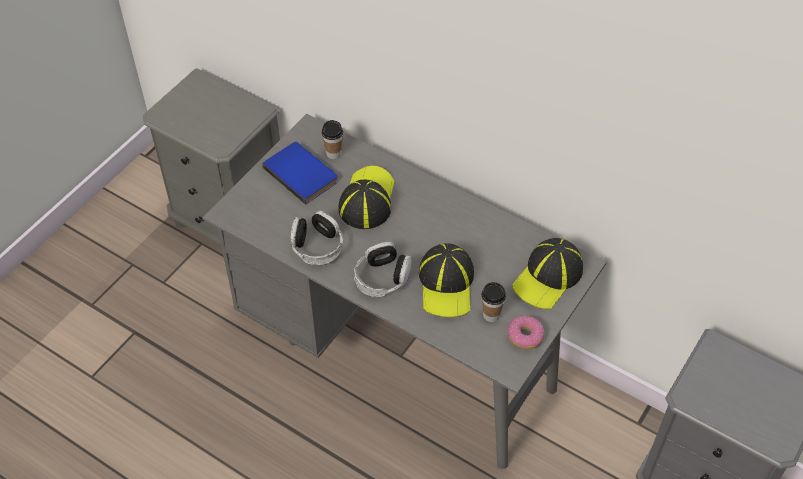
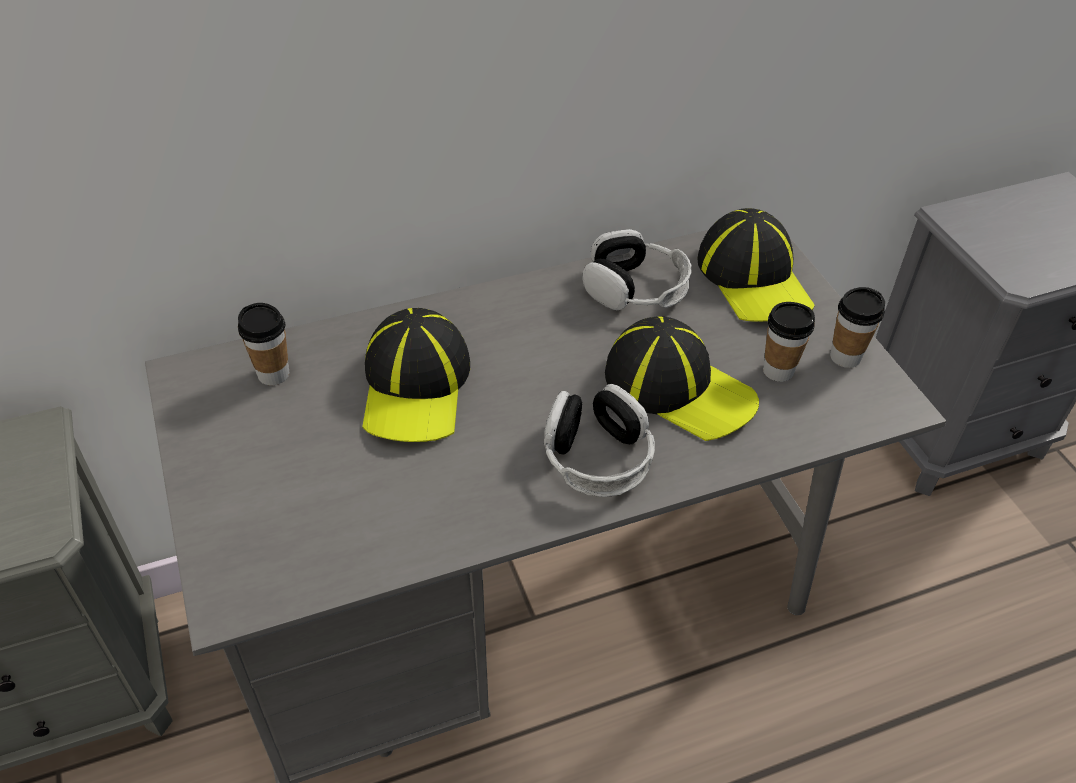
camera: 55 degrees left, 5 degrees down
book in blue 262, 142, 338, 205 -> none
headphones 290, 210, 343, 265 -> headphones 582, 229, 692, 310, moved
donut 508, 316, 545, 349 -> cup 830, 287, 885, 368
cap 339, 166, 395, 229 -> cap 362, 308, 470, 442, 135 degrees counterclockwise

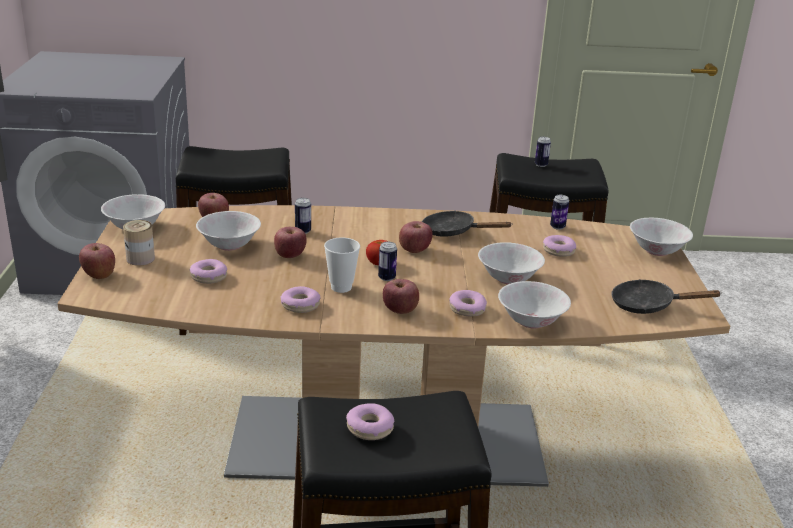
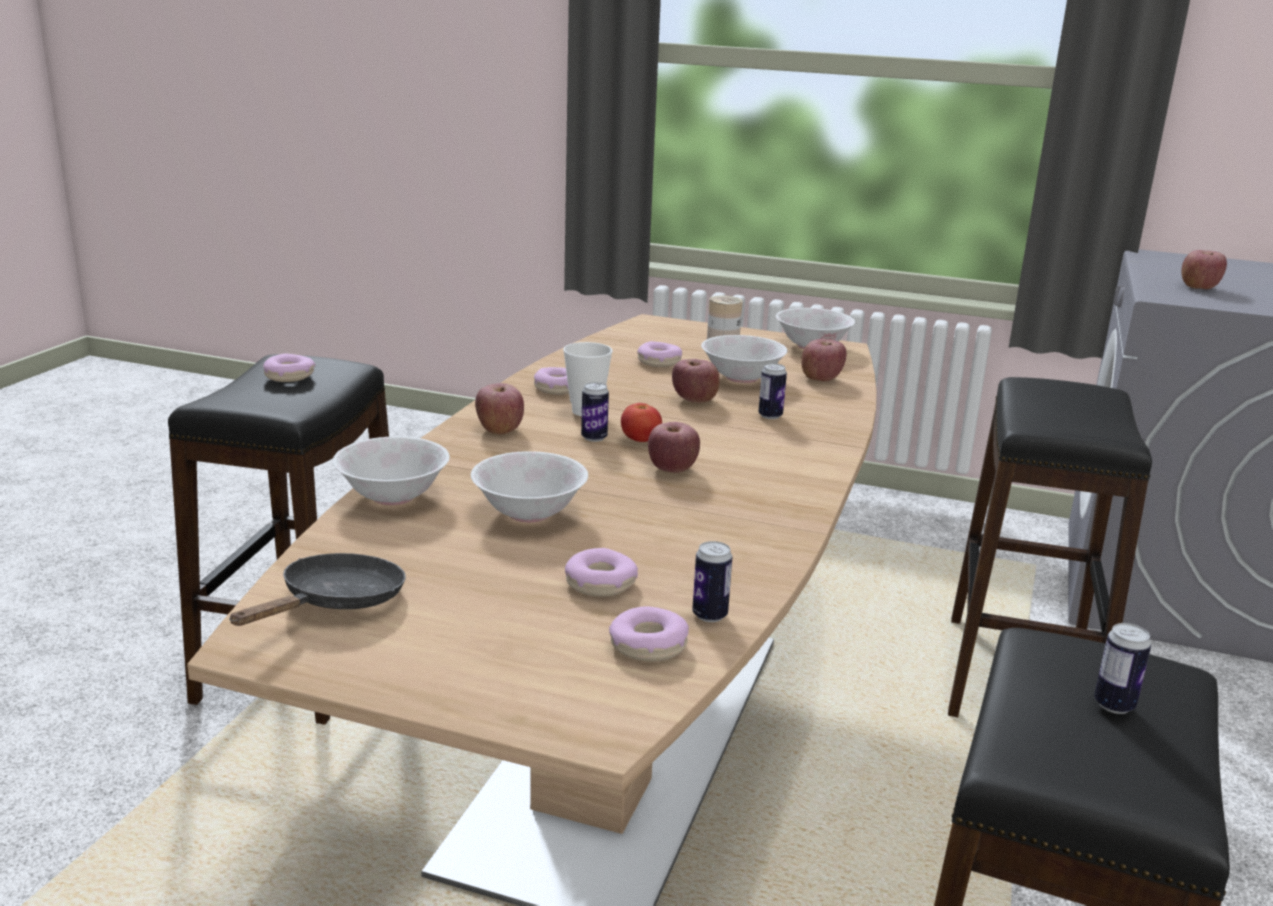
camera: 110 degrees right, 5 degrees down
frying pan in black 422, 211, 512, 237 -> none
bowl in white 630, 218, 693, 256 -> none
apple 79, 243, 115, 279 -> apple 1181, 250, 1227, 289, moved
donut 449, 290, 487, 317 -> donut 609, 606, 689, 662, moved

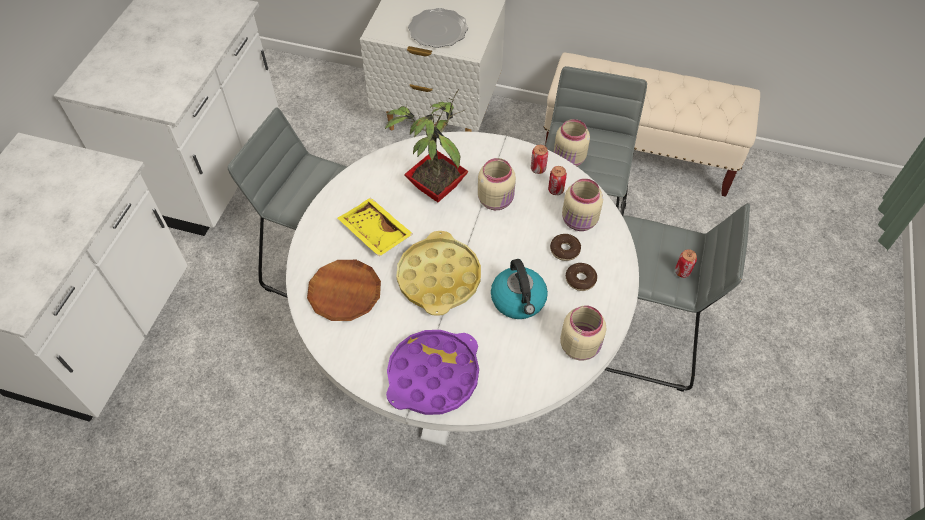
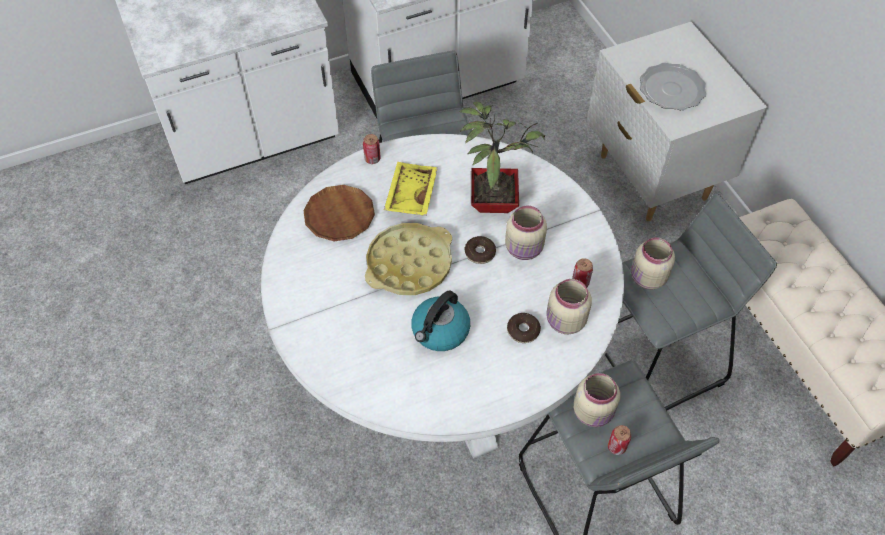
camera: 50 degrees right, 0 degrees up
tray in purple 386, 330, 479, 415 -> none
can 531, 145, 548, 174 -> can 363, 134, 381, 164, moved
jar in beige 560, 305, 606, 360 -> jar in beige 574, 373, 620, 427, moved
donut 566, 263, 597, 291 -> donut 465, 236, 496, 264, moved

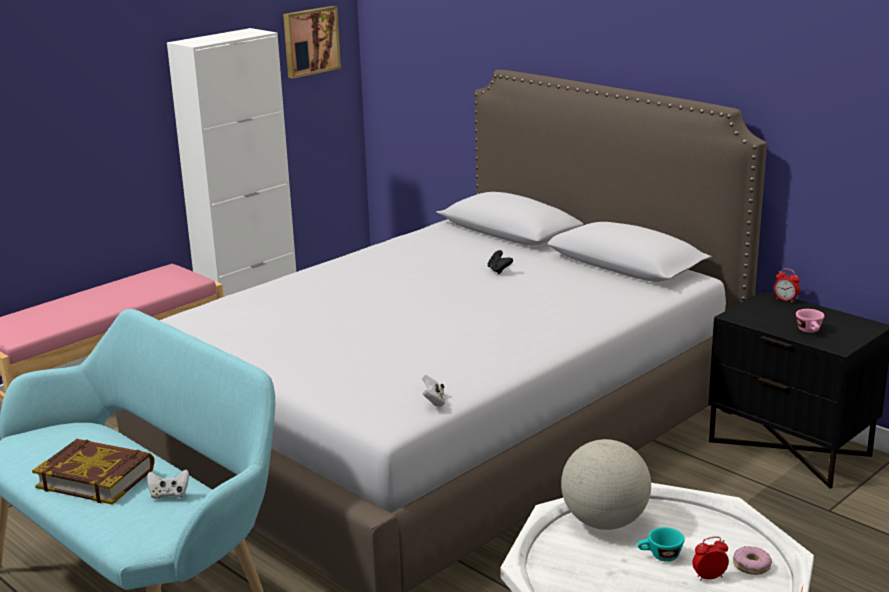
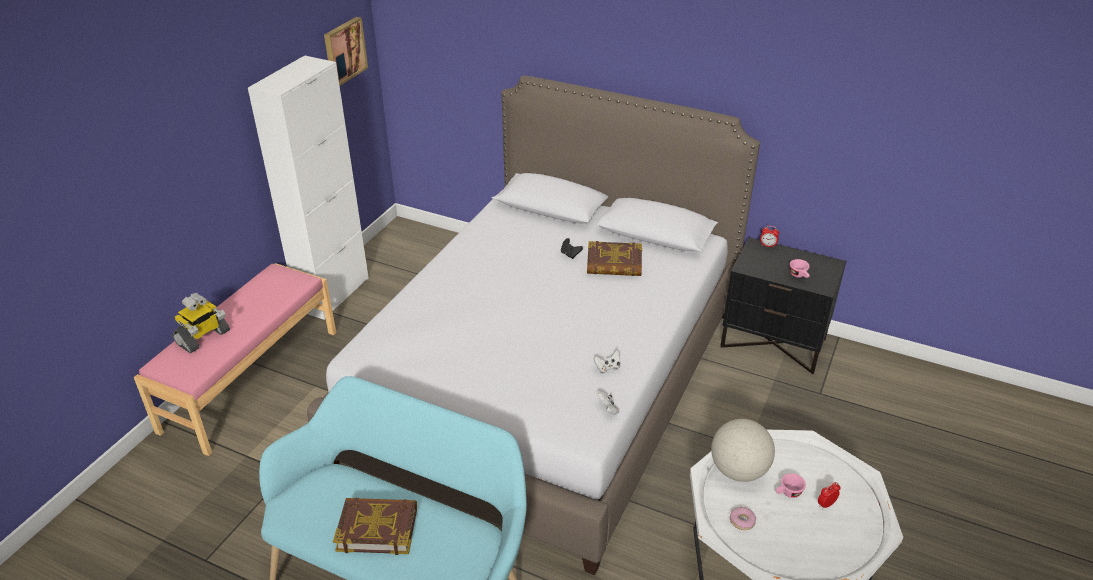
camera: 20 degrees left, 15 degrees up
none -> toy robot 173, 293, 230, 353
none -> book 587, 241, 642, 276
game controller in white 147, 469, 189, 499 -> game controller in white 593, 350, 620, 373, moved
donut 733, 546, 772, 575 -> donut 730, 507, 756, 530, moved
cup in turquoise 637, 527, 684, 562 -> cup in pink 776, 473, 806, 498

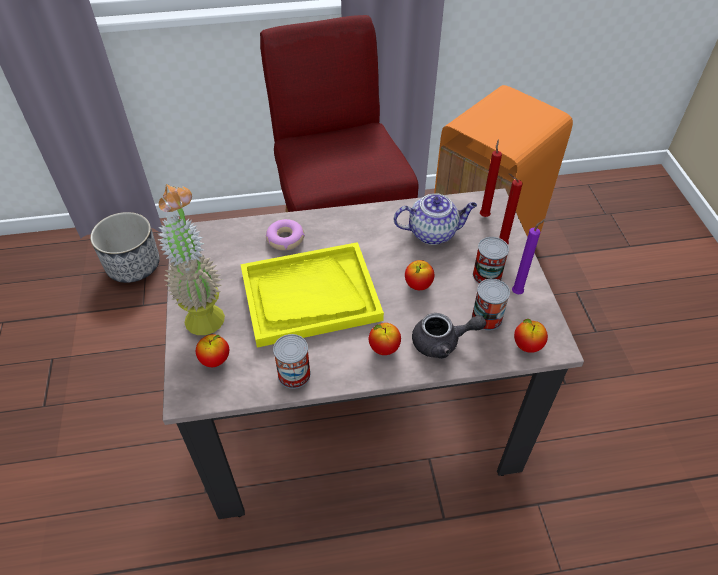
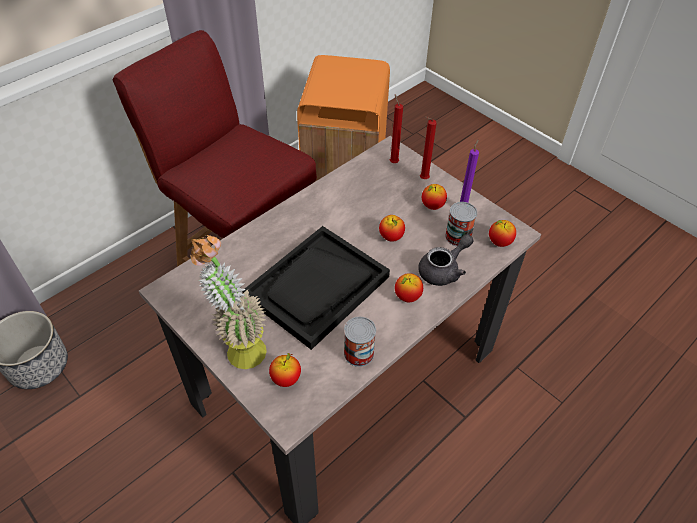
camera: 35 degrees left, 0 degrees up
donut 266, 219, 305, 250 -> none
teapot 394, 193, 477, 245 -> none
can 473, 237, 509, 284 -> apple 422, 184, 447, 210
tray in yellow 241, 242, 384, 348 -> tray in black 242, 226, 390, 350

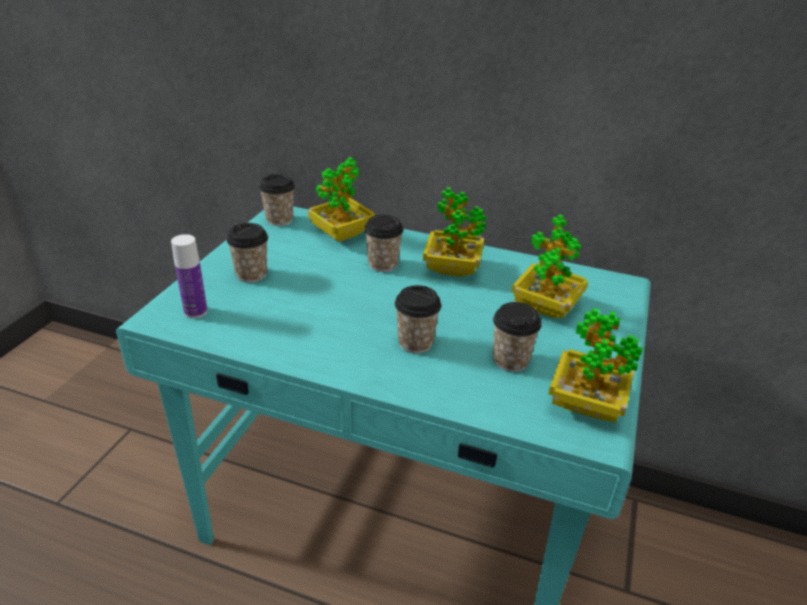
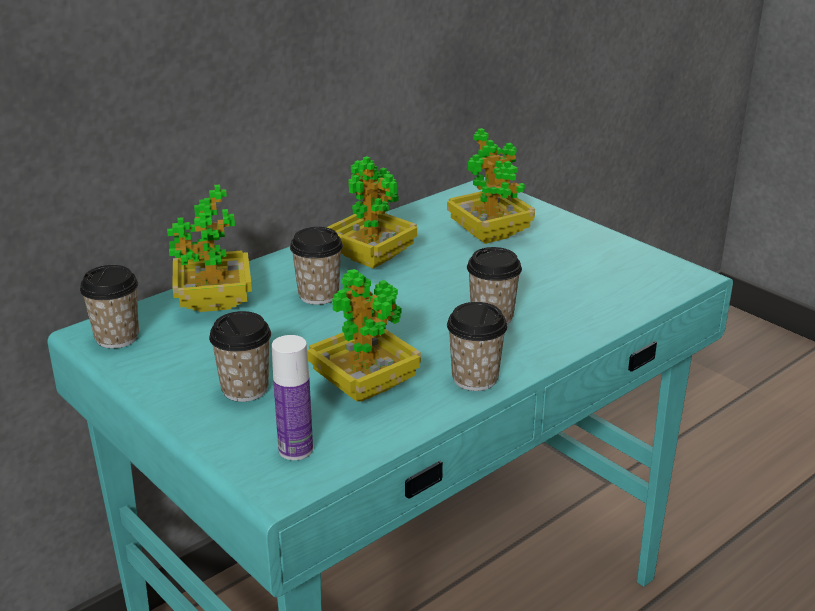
camera: 60 degrees left, 5 degrees down
cup 493, 302, 542, 372 -> cup 447, 302, 507, 391, moved
potted plant 549, 308, 643, 423 -> potted plant 307, 269, 421, 402, moved

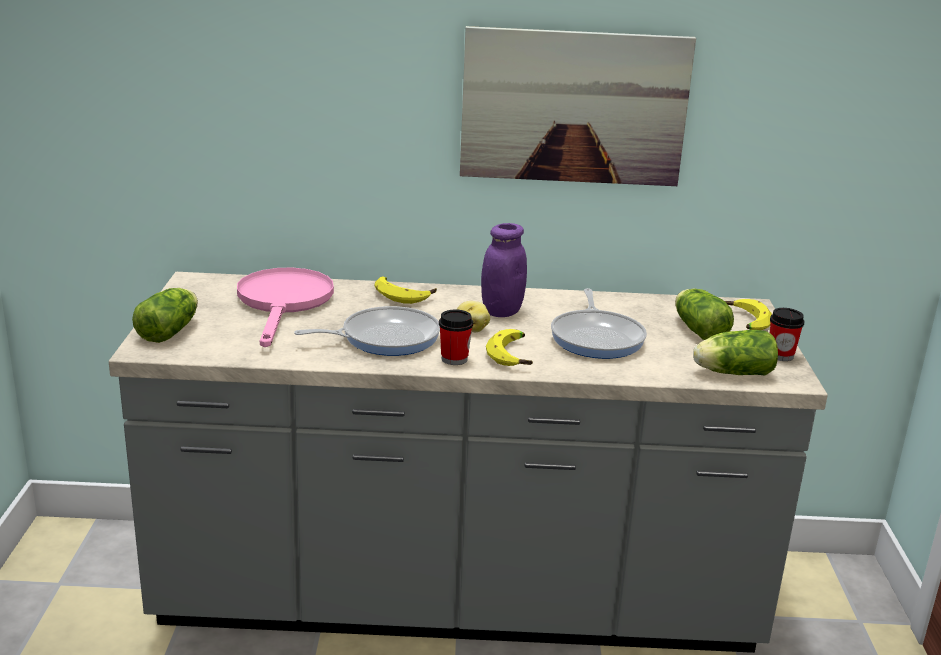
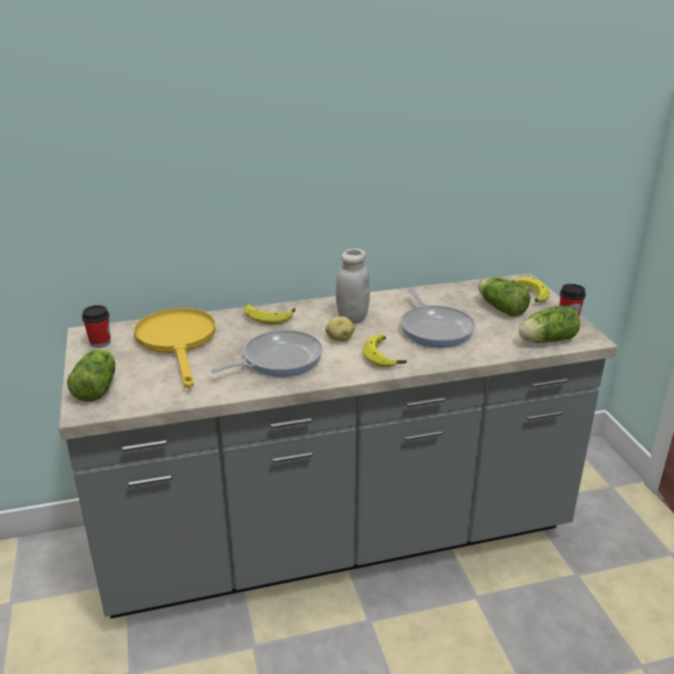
camera: 15 degrees left, 5 degrees up
picture 460, 26, 696, 186 -> none
cup 439, 309, 473, 365 -> cup 82, 305, 111, 348, moved
frying pan in pink 237, 268, 334, 347 -> frying pan in yellow 134, 308, 216, 389
jar in purple 481, 223, 527, 317 -> jar in white 336, 249, 370, 324

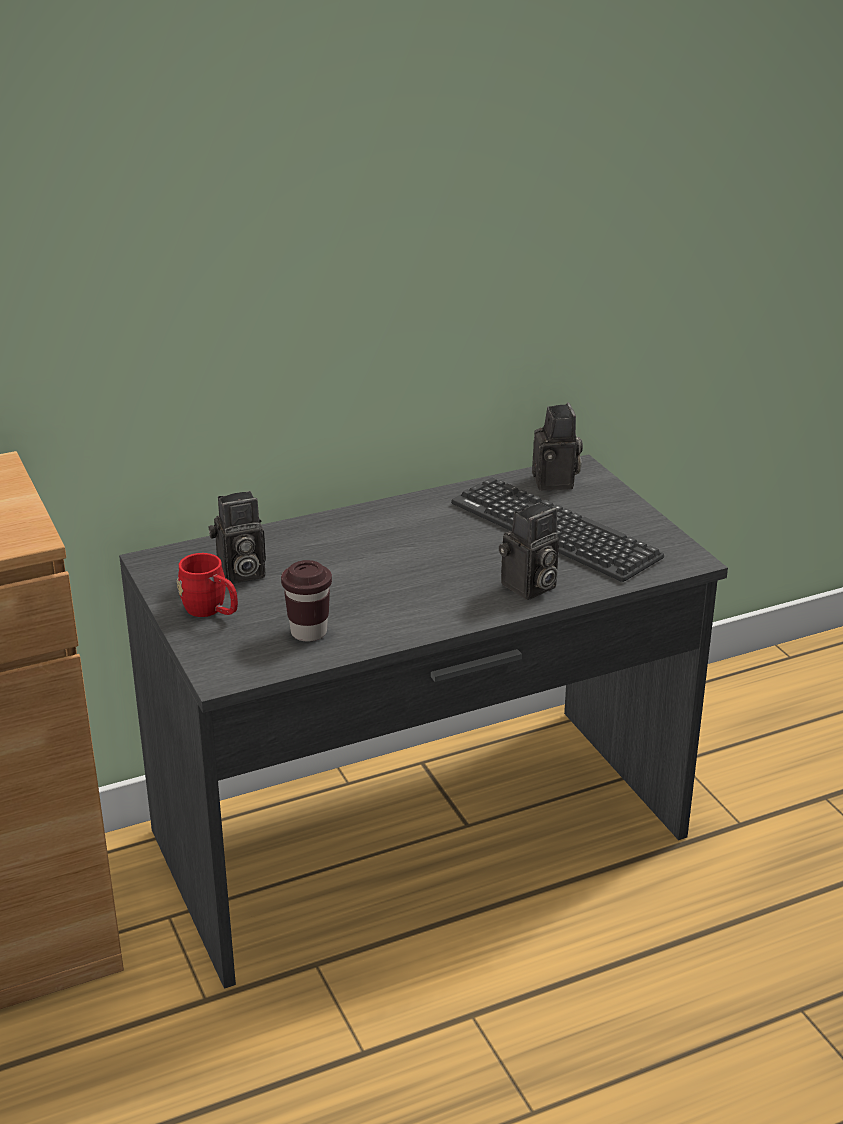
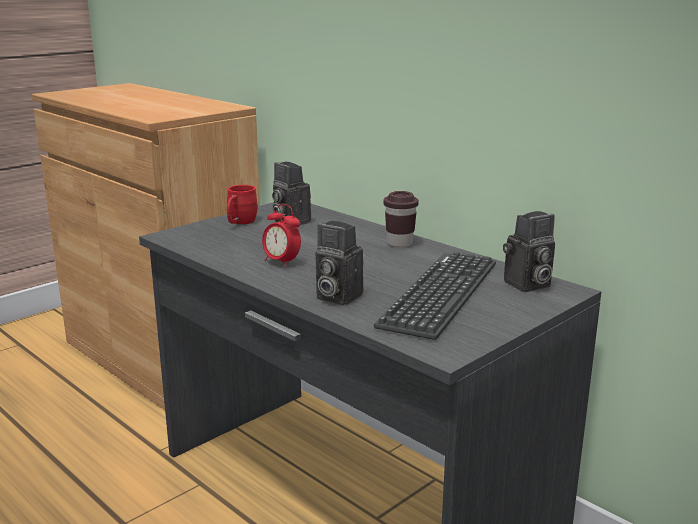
camera: 70 degrees right, 10 degrees down
none -> alarm clock 262, 204, 301, 268
cup in brown 281, 560, 332, 642 -> cup in brown 383, 191, 419, 248, moved

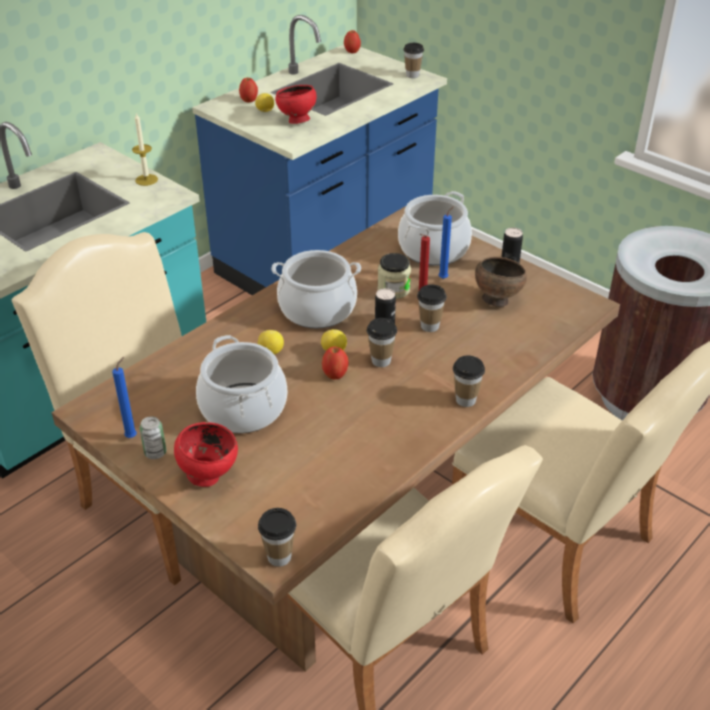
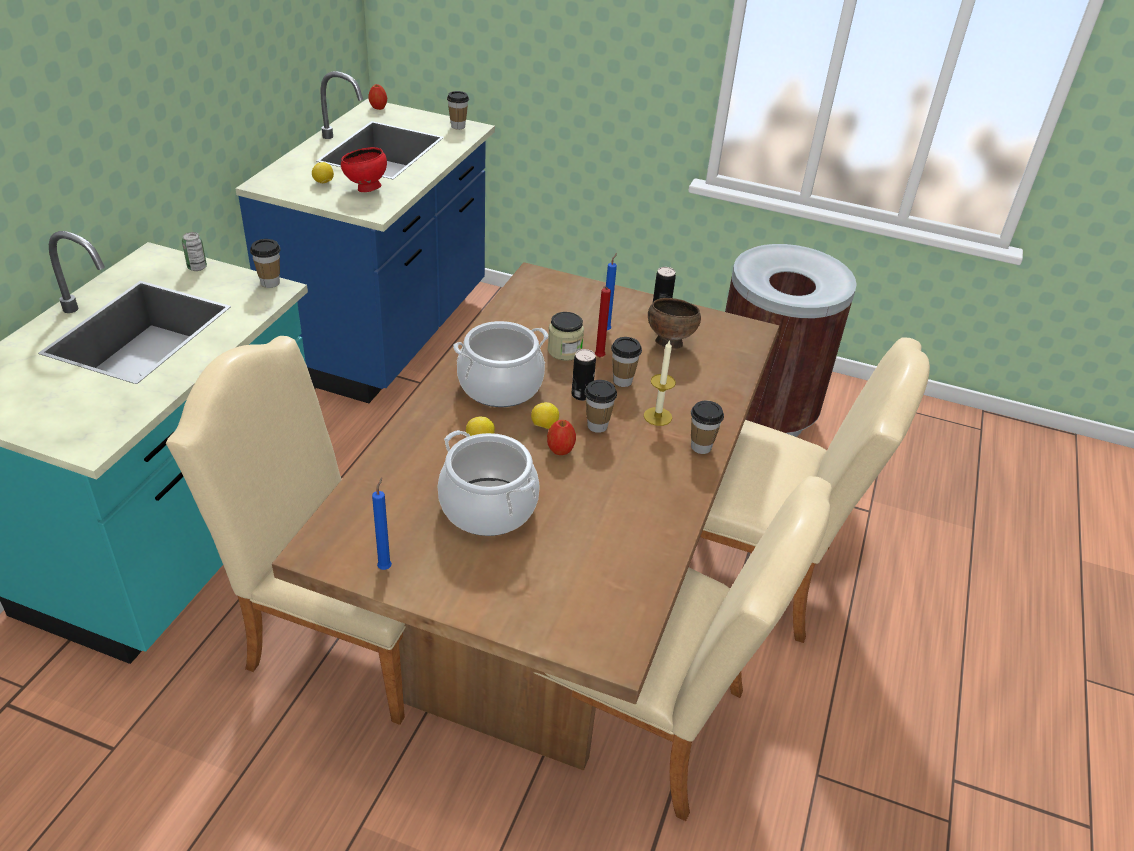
camera: 25 degrees left, 0 degrees up
bowl in red 174, 422, 238, 487 -> none
apple 239, 78, 258, 103 -> none
cooking pot 398, 191, 472, 266 -> none
candle 132, 113, 158, 186 -> candle 644, 339, 676, 426, moved
can 139, 416, 166, 459 -> can 182, 232, 207, 271, moved
cup 258, 508, 296, 567 -> cup 250, 239, 281, 288, moved

